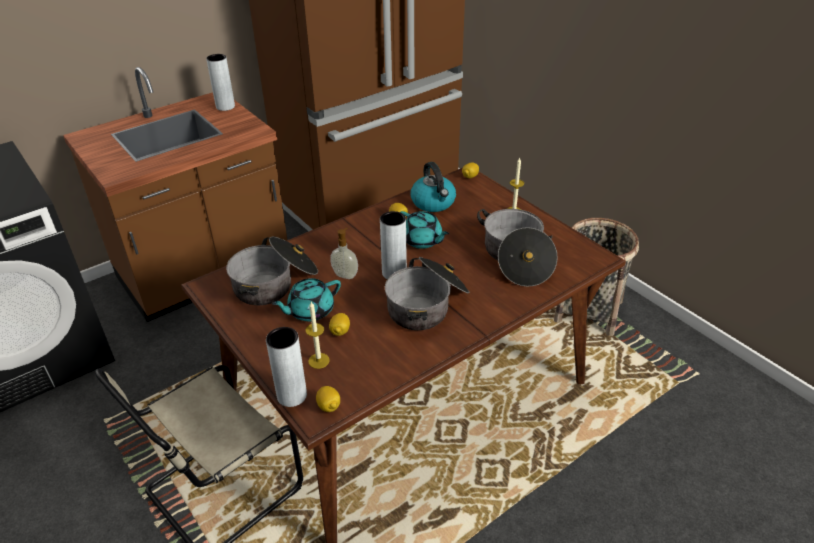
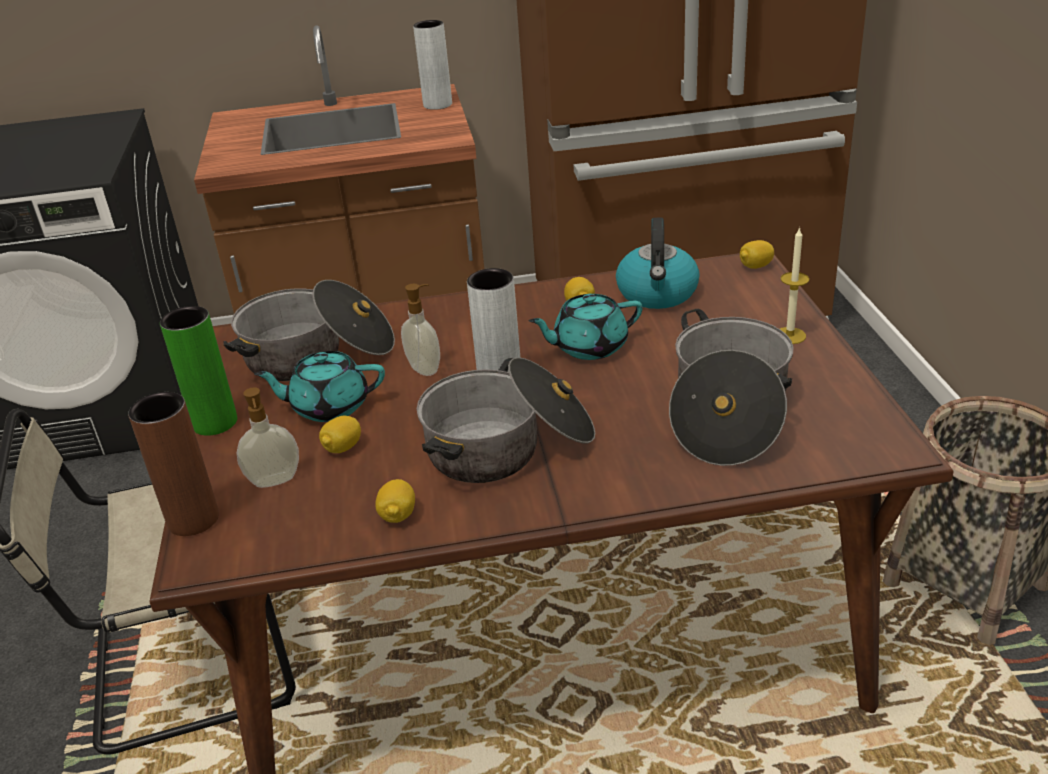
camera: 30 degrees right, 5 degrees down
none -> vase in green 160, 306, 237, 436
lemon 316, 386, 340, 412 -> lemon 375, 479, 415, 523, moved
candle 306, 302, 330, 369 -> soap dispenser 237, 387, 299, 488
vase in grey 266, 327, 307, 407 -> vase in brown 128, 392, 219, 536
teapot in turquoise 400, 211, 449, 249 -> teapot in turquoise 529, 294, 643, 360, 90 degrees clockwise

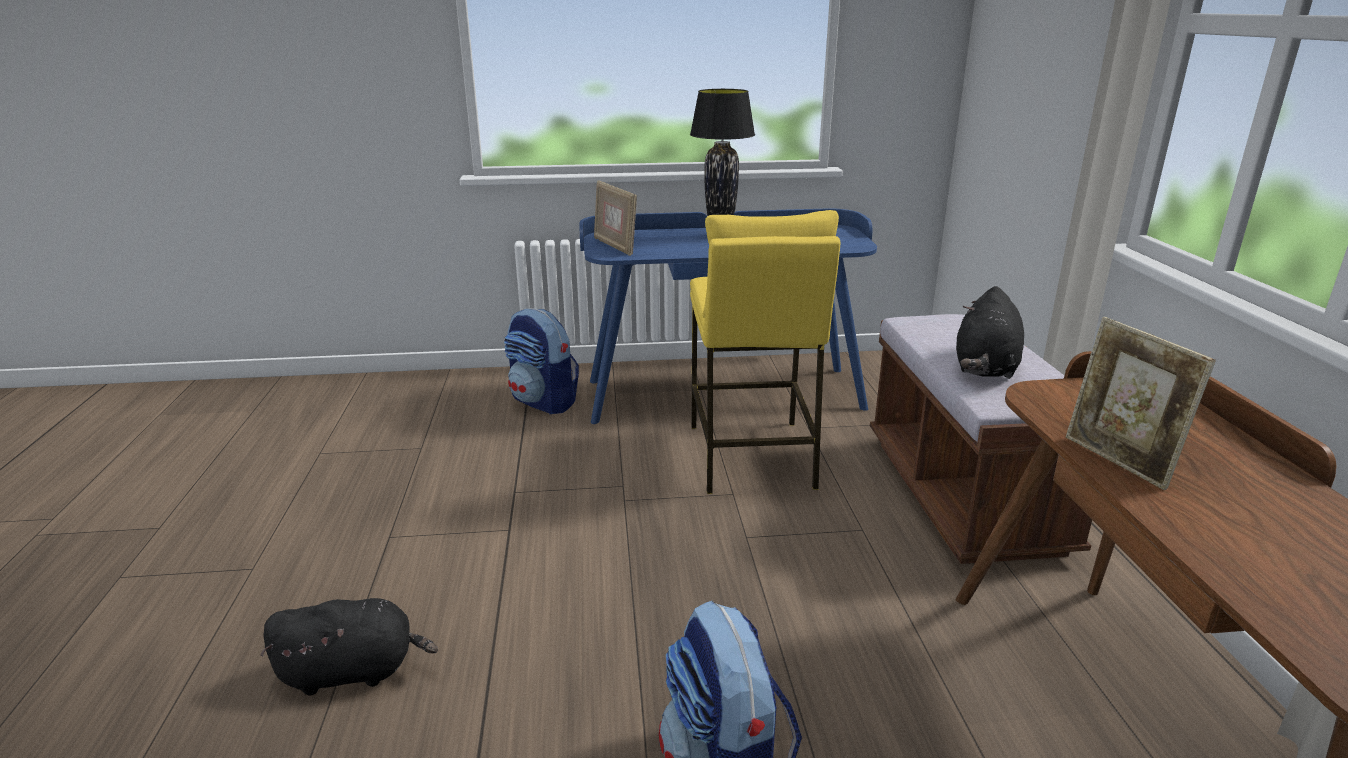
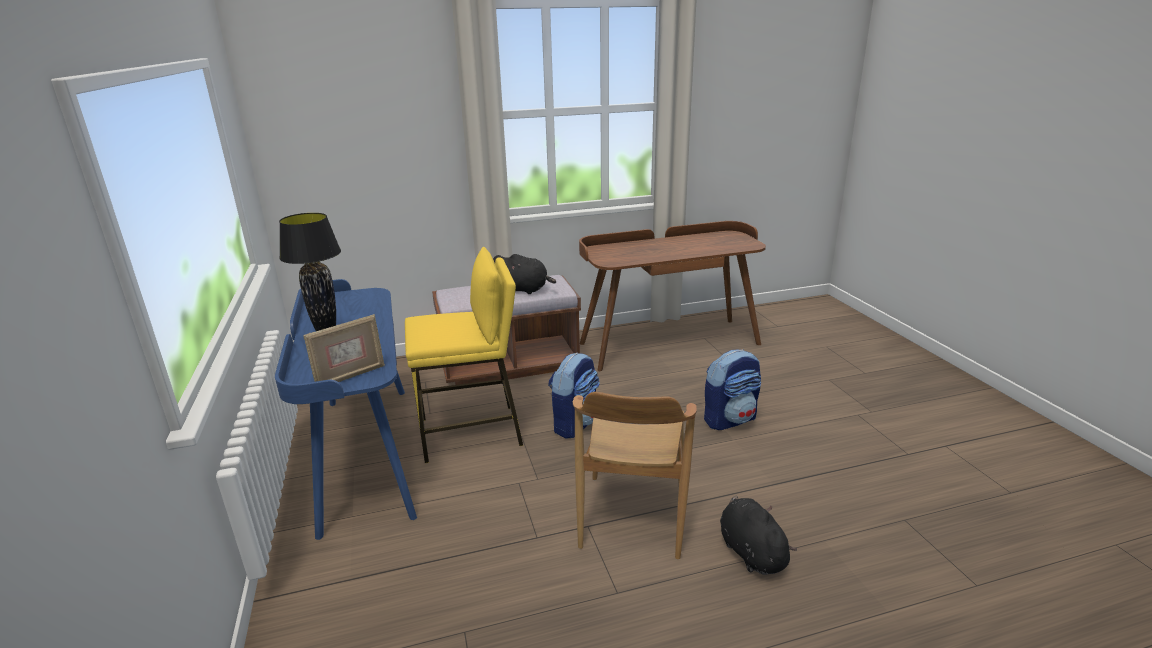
camera: 100 degrees left, 0 degrees up
picture frame 1066, 317, 1216, 490 -> none
none -> chair in brown 573, 392, 697, 559
backpack 504, 308, 579, 414 -> backpack 548, 353, 600, 439, moved

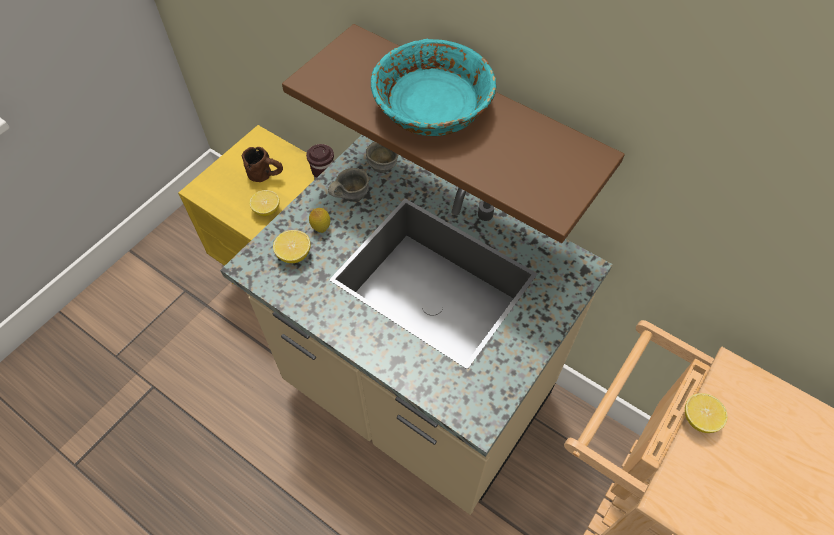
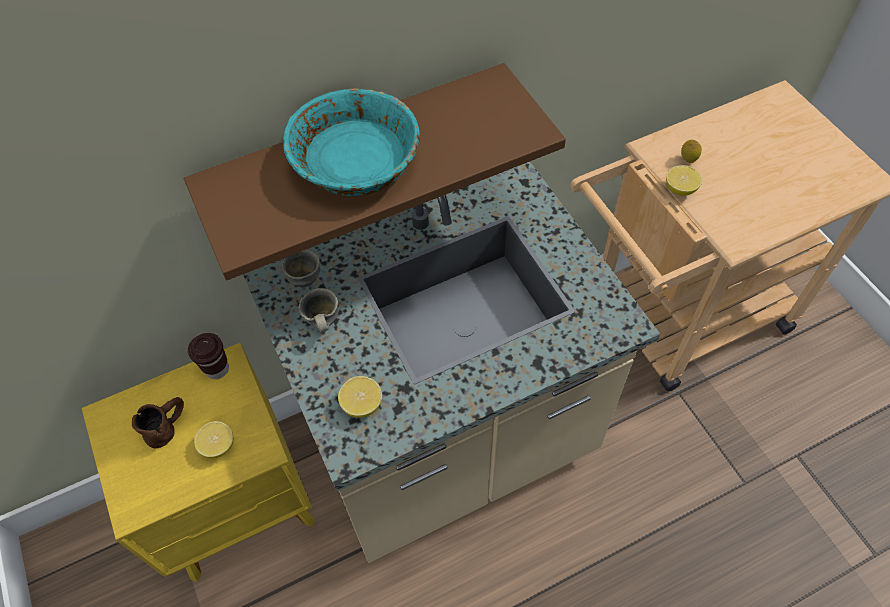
camera: 60 degrees left, 0 degrees up
lemon 309, 208, 330, 233 -> lemon 681, 140, 702, 163, moved

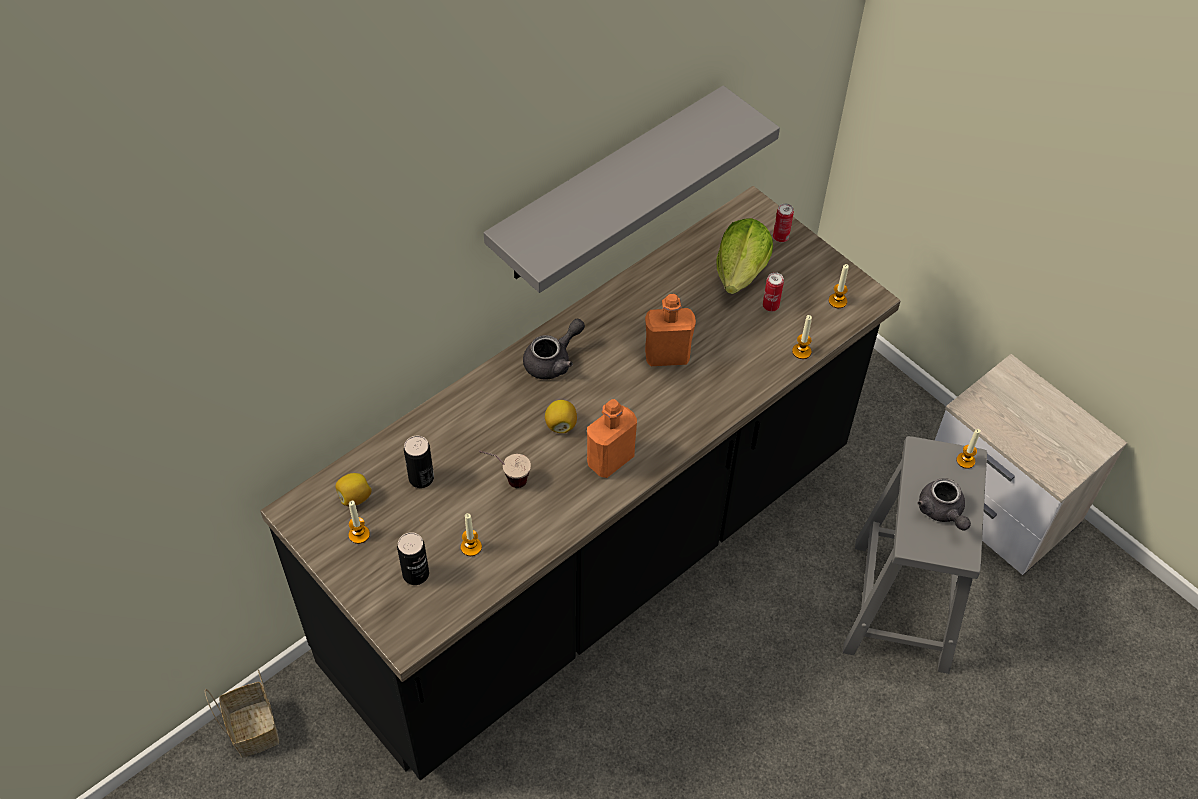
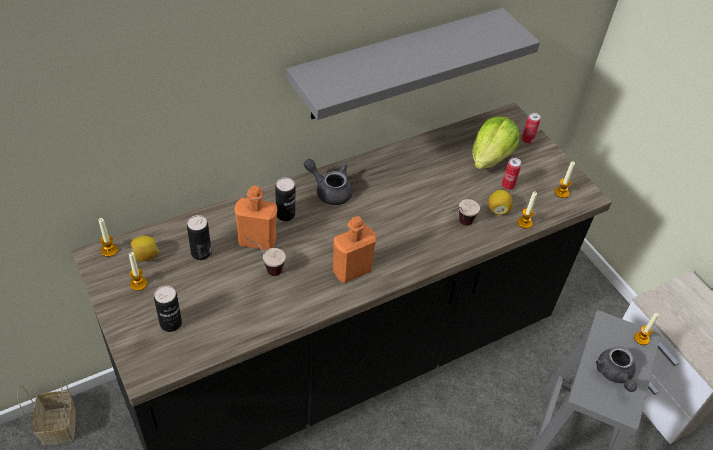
camera: 10 degrees right, 5 degrees down
none -> can 275, 178, 295, 221
none -> cup 452, 199, 480, 226
candle 461, 513, 482, 556 -> candle 99, 218, 118, 257, moved
lemon 545, 400, 577, 433 -> lemon 488, 190, 513, 215, moved
bottle in orange 645, 294, 696, 366 -> bottle in orange 234, 186, 277, 250, moved
teapot in grey 523, 319, 585, 379 -> teapot in grey 304, 159, 353, 205, 120 degrees counterclockwise

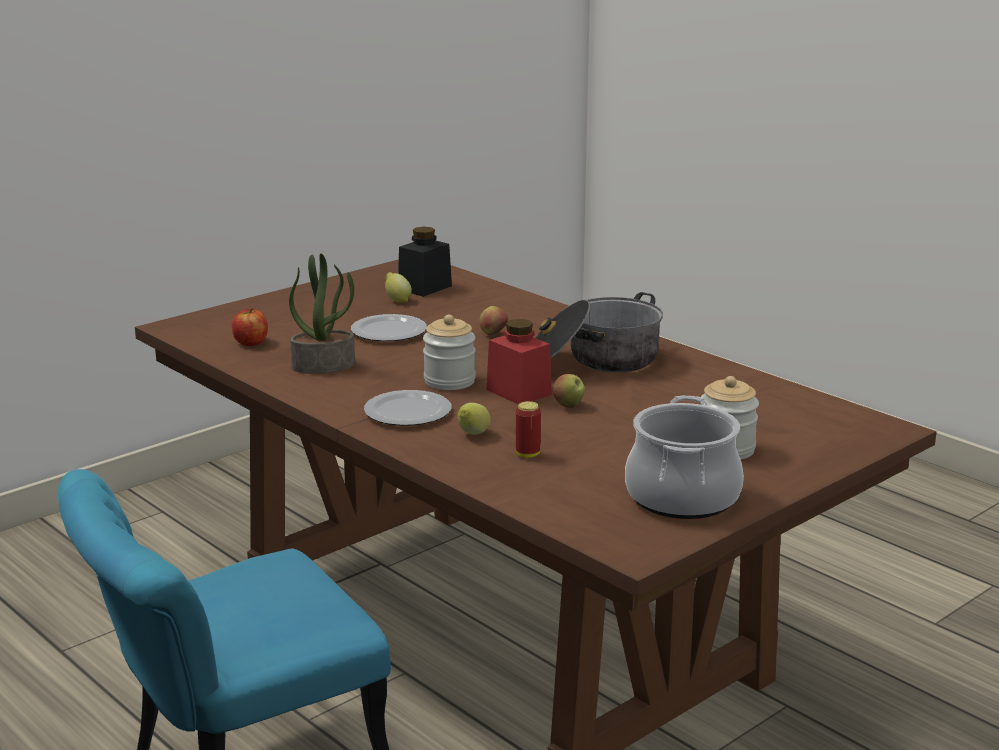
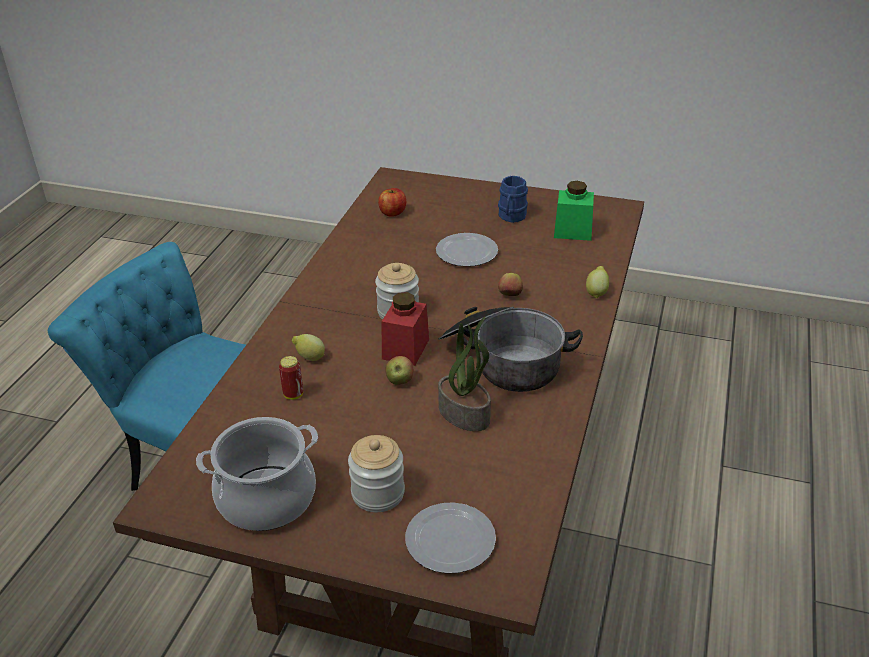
camera: 60 degrees right, 15 degrees up
none -> mug in blue 498, 176, 528, 223
potted plant 289, 253, 355, 374 -> potted plant 438, 317, 491, 431, moved
plate 364, 390, 451, 426 -> plate 405, 502, 496, 574, moved
lemon 385, 272, 412, 303 -> lemon 586, 266, 609, 299, moved
jar in black 398, 227, 452, 297 -> jar in green 554, 181, 594, 241

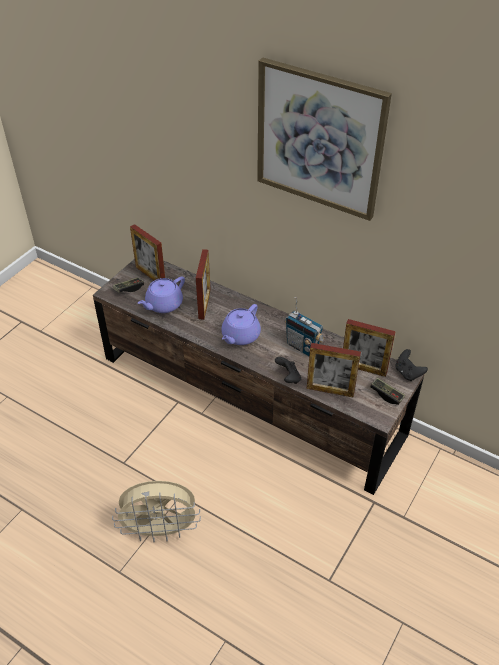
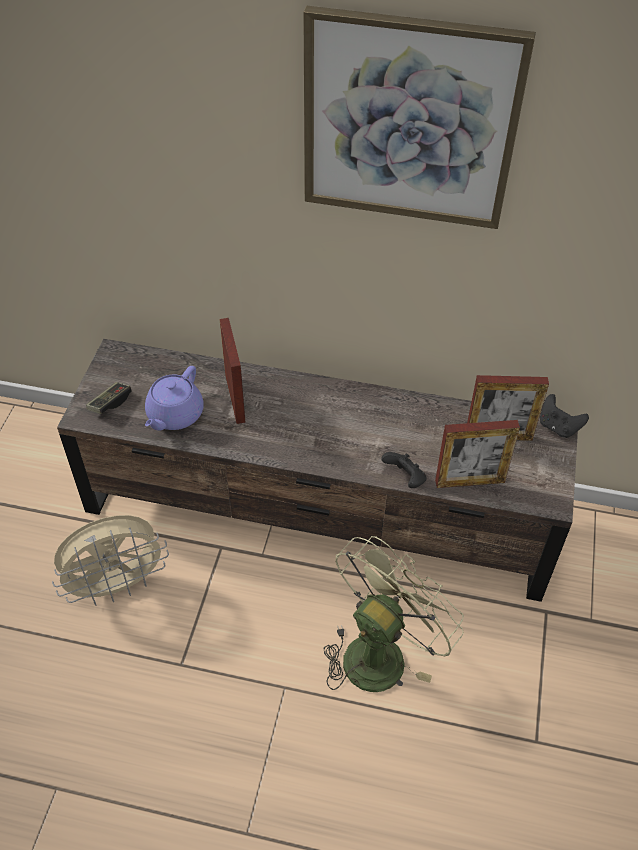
camera: 20 degrees left, 5 degrees up
picture frame 130, 224, 165, 280 -> none
teapot in purple 221, 304, 261, 345 -> none
radio 285, 297, 325, 356 -> none
game controller 370, 377, 405, 405 -> none
none -> fan in green 324, 536, 464, 692
fan in beige 112, 481, 201, 542 -> fan in beige 52, 515, 169, 606, moved

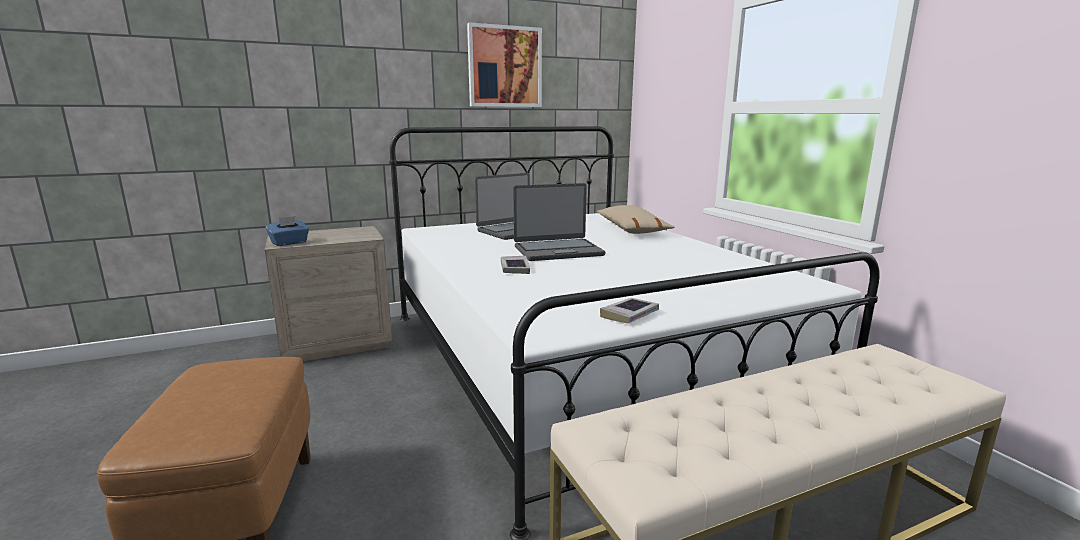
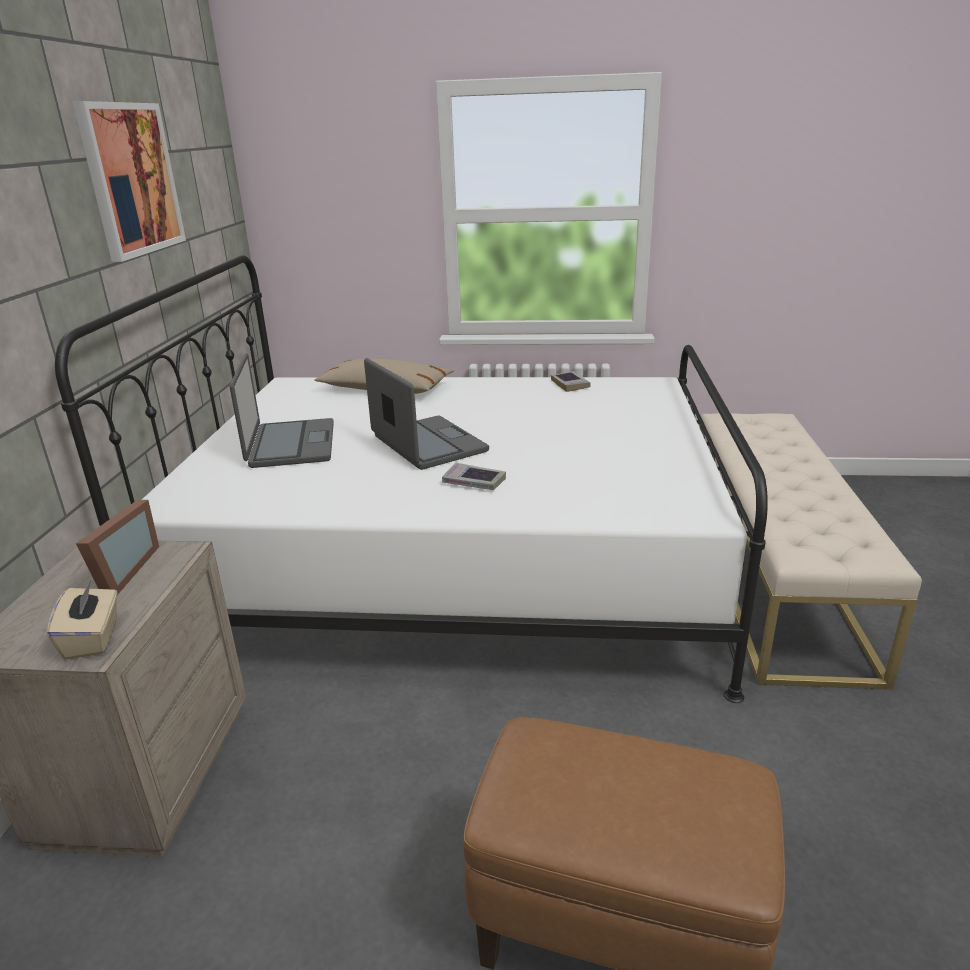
camera: 60 degrees left, 10 degrees up
none -> picture frame 76, 500, 159, 595
book 600, 298, 659, 324 -> book 551, 371, 590, 392, moved
tissue box in blue 266, 216, 309, 246 -> tissue box in beige 47, 581, 117, 659
laptop 513, 183, 605, 261 -> laptop 364, 358, 489, 470, 45 degrees counterclockwise

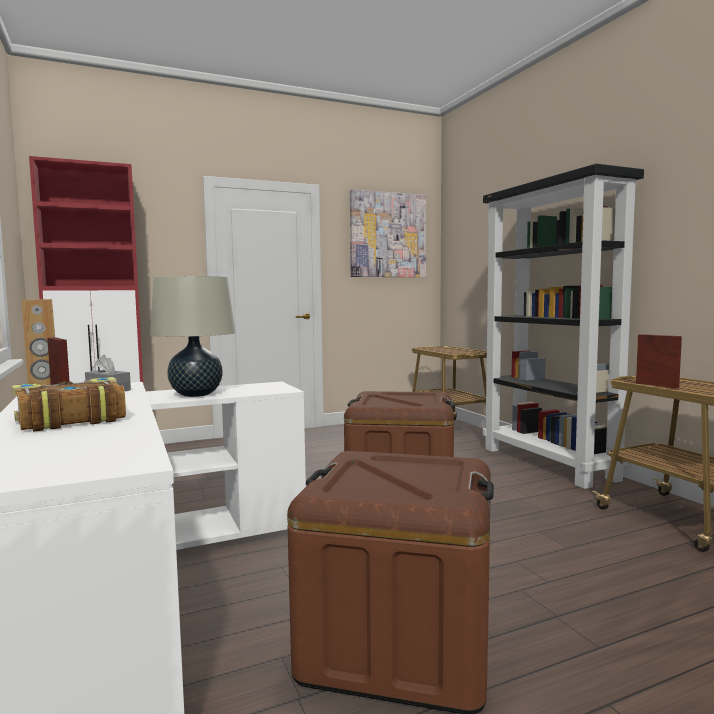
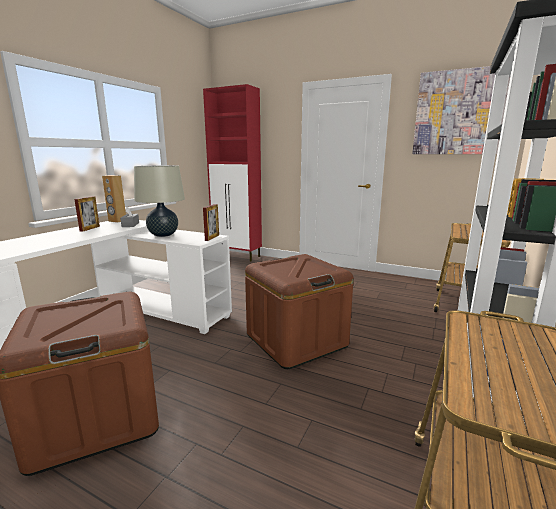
camera: 50 degrees right, 10 degrees up
book 12, 377, 126, 432 -> none
picture frame 636, 334, 682, 389 -> picture frame 203, 204, 219, 241, moved

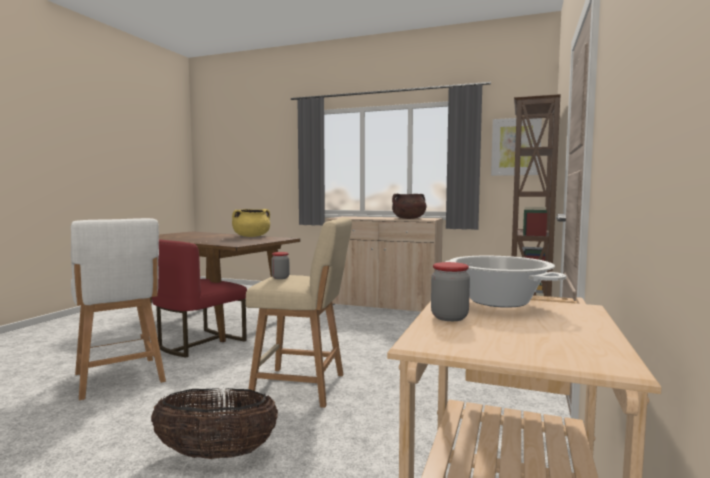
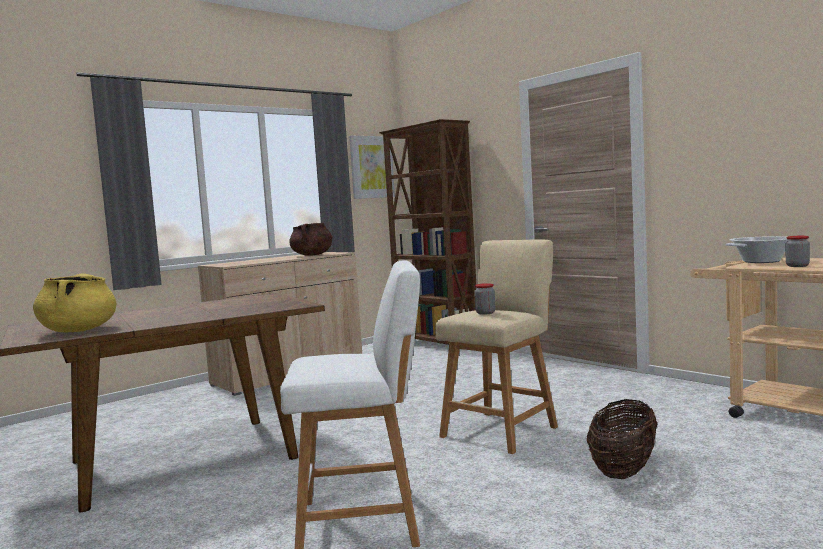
camera: 60 degrees left, 0 degrees up
chair in red 152, 239, 247, 357 -> none
cooking pot in yellow 232, 209, 270, 237 -> cooking pot in yellow 33, 273, 116, 332, moved

